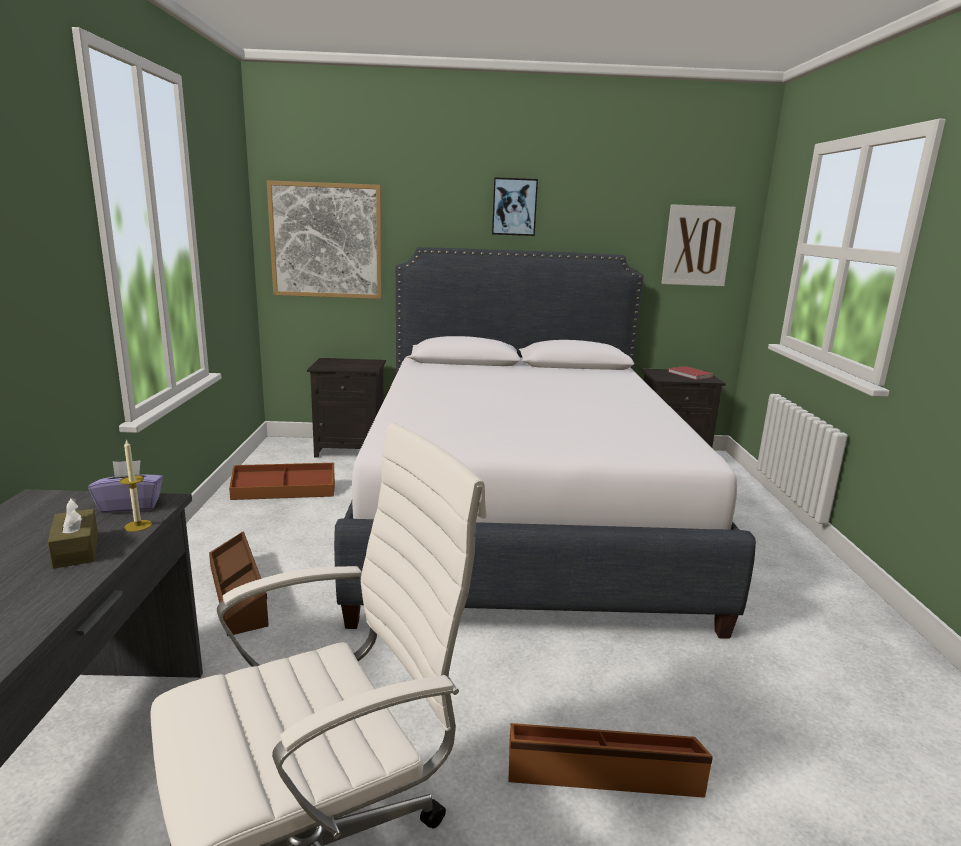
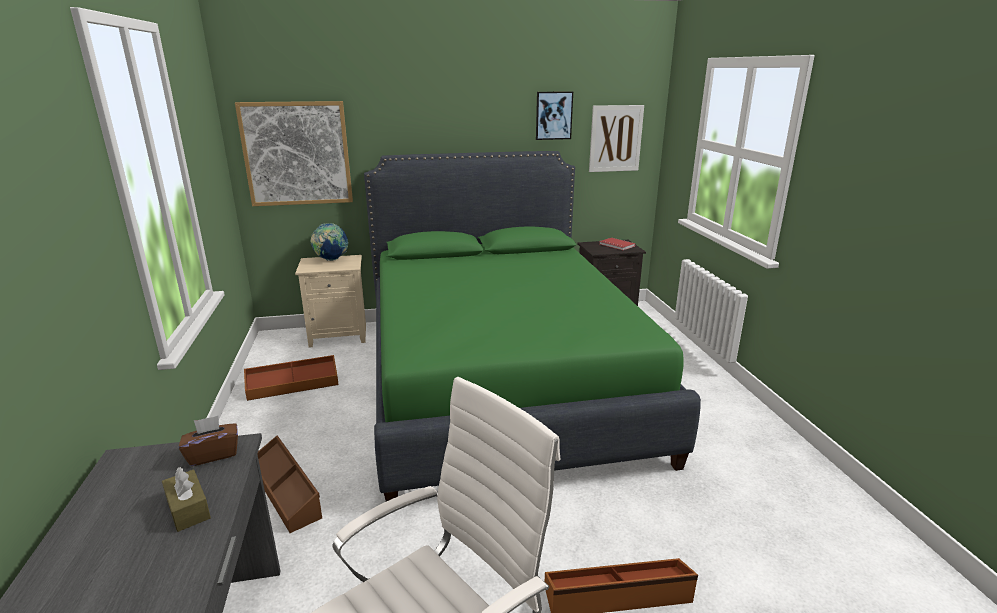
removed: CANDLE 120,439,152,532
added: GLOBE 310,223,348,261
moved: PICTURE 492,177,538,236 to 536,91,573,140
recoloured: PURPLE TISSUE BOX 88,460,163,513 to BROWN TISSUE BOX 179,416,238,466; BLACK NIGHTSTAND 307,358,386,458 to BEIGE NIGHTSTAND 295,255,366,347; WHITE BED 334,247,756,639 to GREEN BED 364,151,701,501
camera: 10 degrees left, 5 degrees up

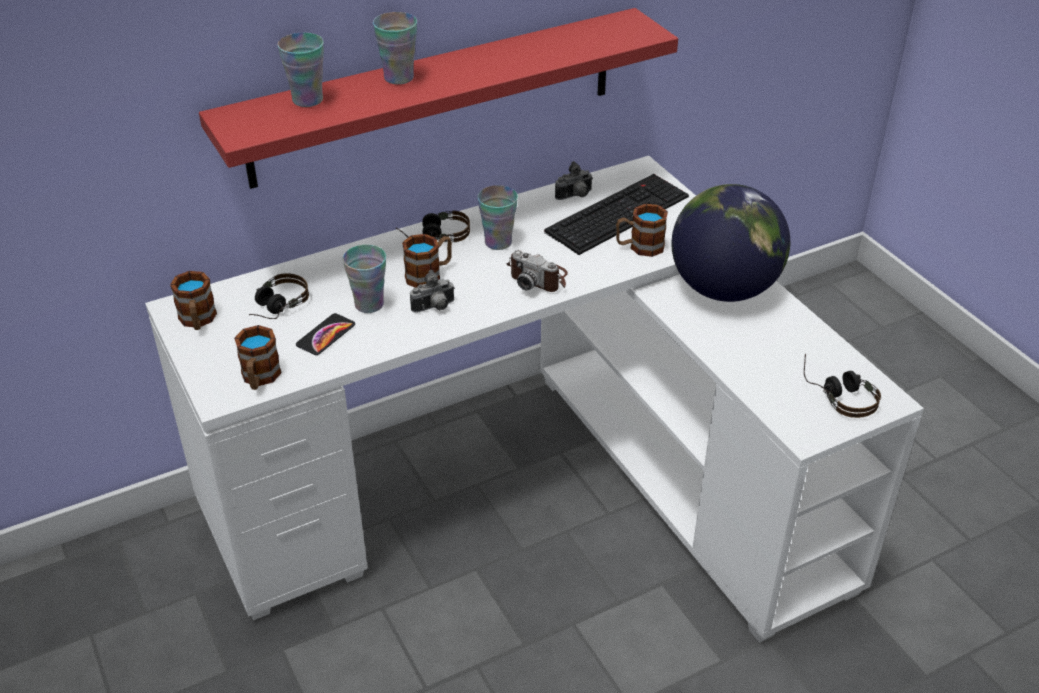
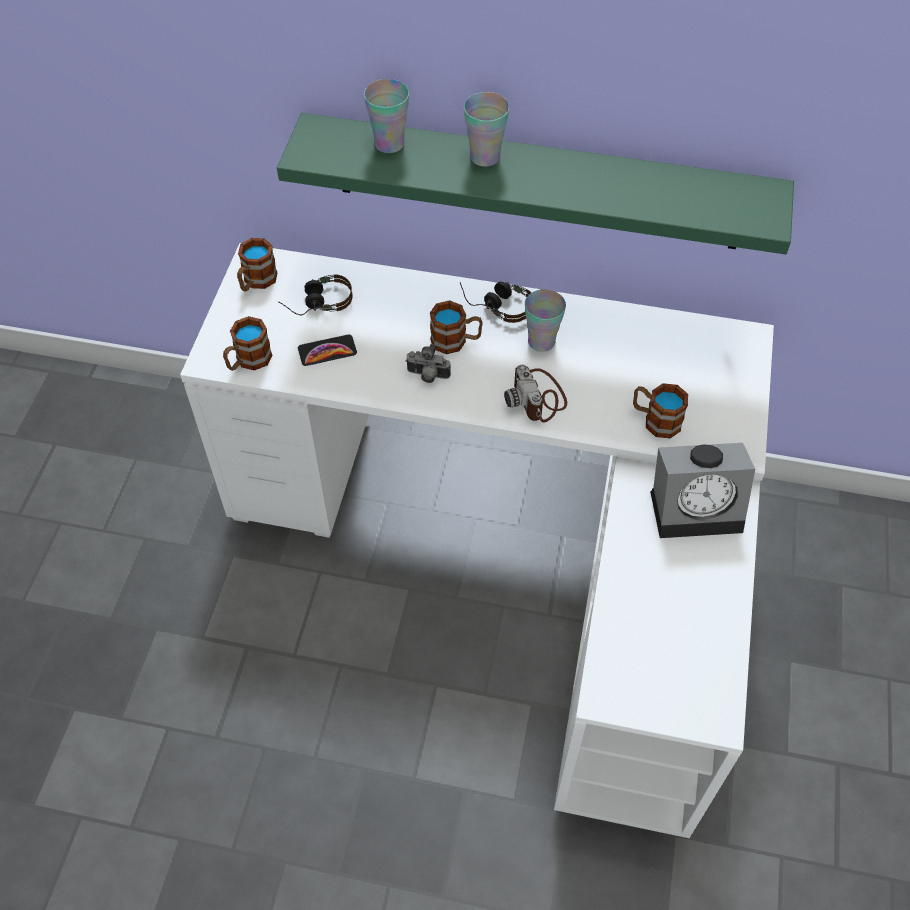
removed: CUP 343,245,386,313; KEYBOARD 544,174,689,255; PHOTO CAMERA 555,161,593,200; HEADPHONES 804,354,881,418
replaced: GLOBE 671,184,790,302 to ALARM CLOCK 650,443,755,538
recoloured: RED SHELF 199,8,678,189 to GREEN SHELF 277,113,794,254
camera: 40 degrees right, 15 degrees up

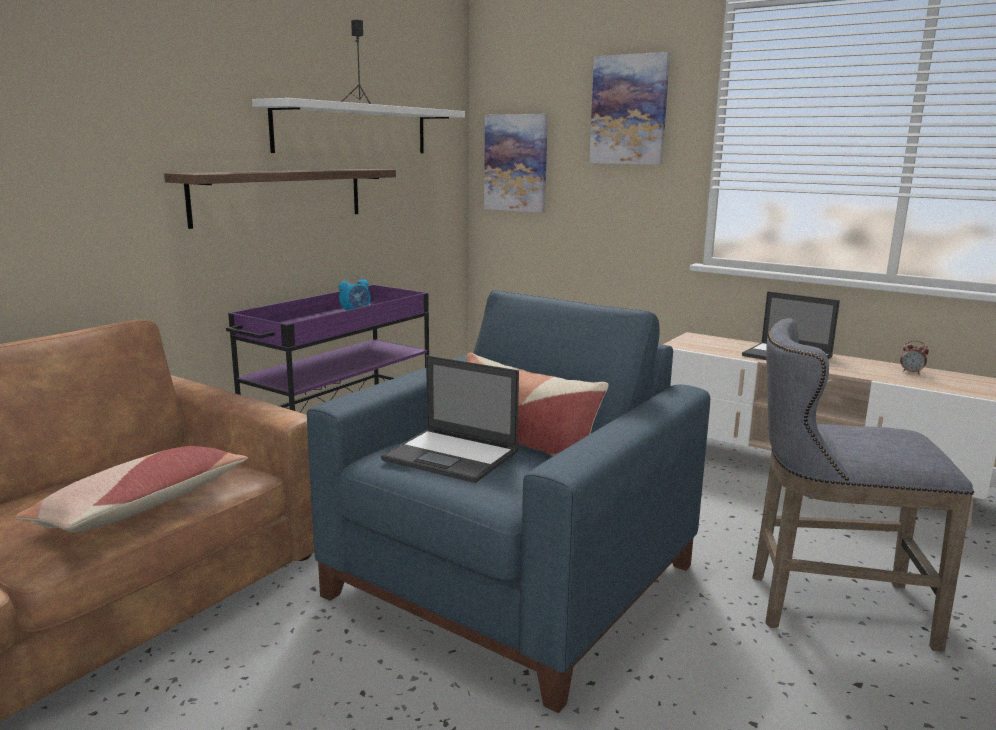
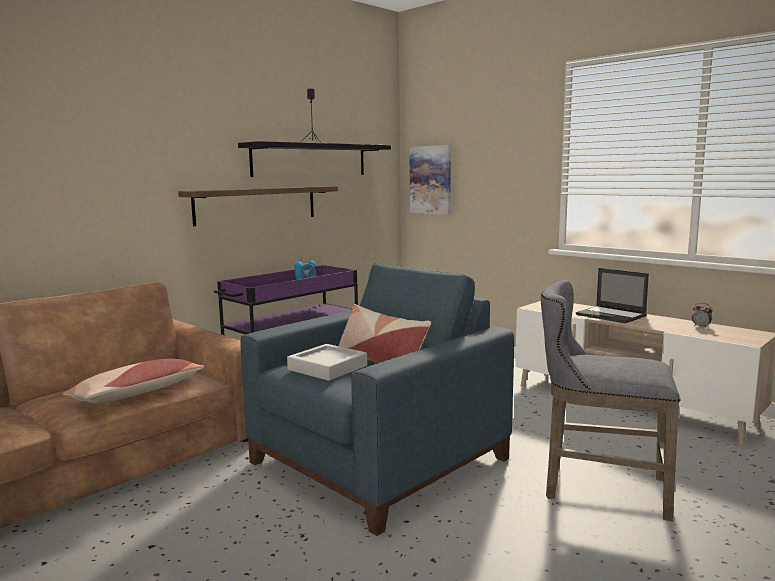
removed: PICTURE 589,52,670,165
replaced: LAPTOP 381,355,519,483 to GREY TRAY 287,344,367,381
recoloured: WHITE SHELF 252,98,465,153 to BLACK SHELF 238,141,391,177
camera: 10 degrees right, 5 degrees down

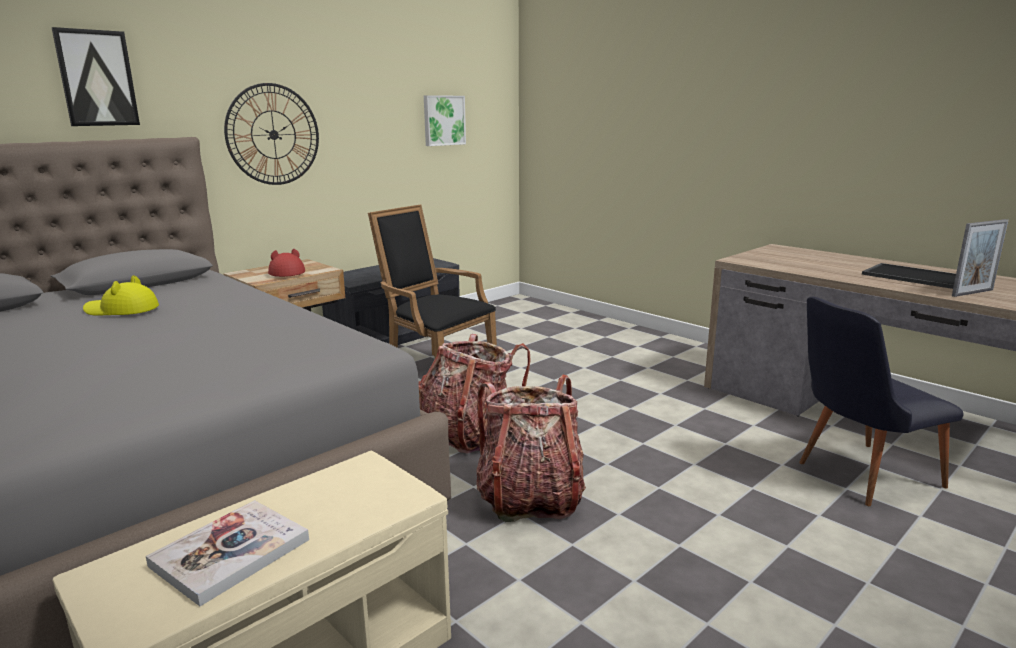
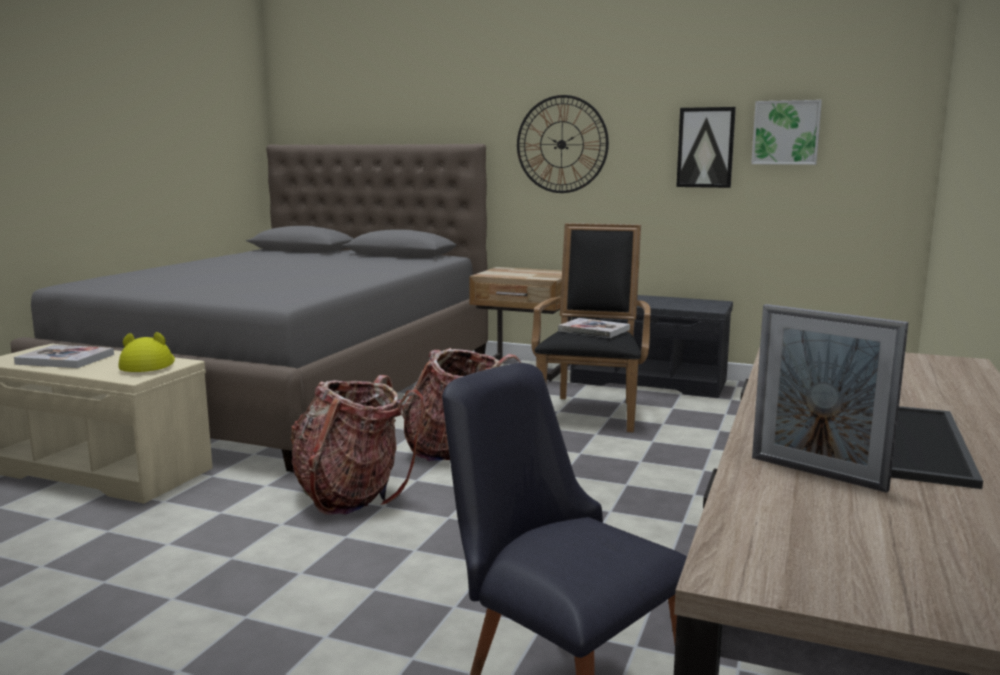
removed: RED HAT 268,249,305,277
added: BOOK 558,318,630,338
moved: PICTURE 52,27,140,126 to 676,107,736,188; YELLOW HAT 83,275,159,316 to 119,332,175,372
camera: 65 degrees right, 5 degrees down

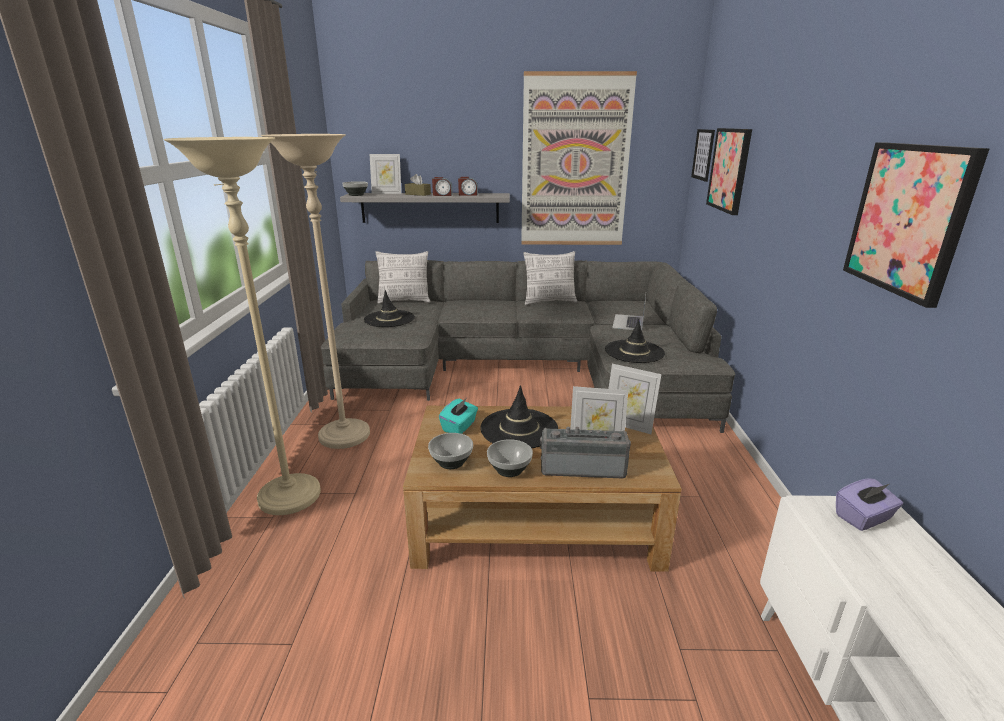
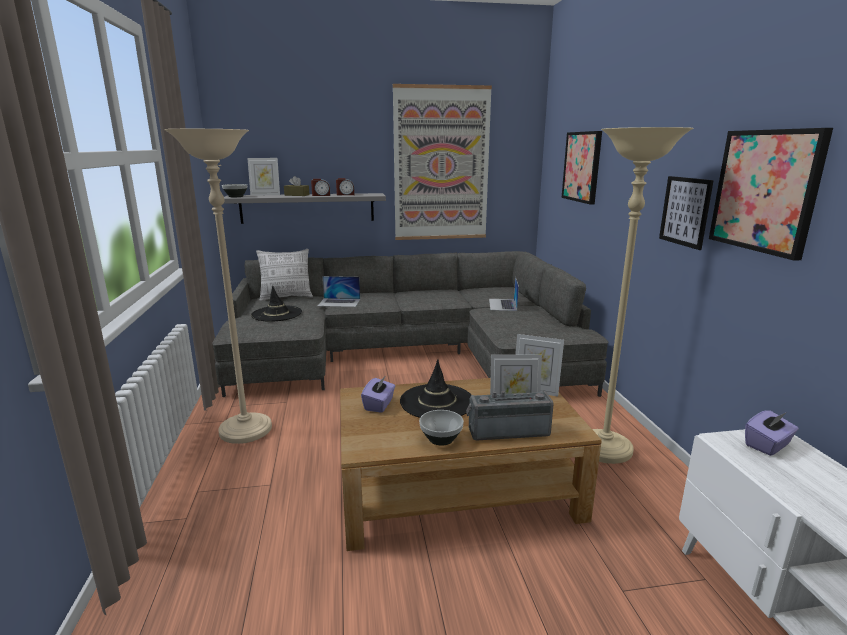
removed: BOWL 428,433,473,469; PILLOW 523,251,577,305; BLACK HAT 605,319,665,363
added: LAPTOP 318,276,360,307
moved: BEIGE FLOOR LAMP 164,137,321,515 to 592,127,693,464; PICTURE 691,129,715,182 to 659,176,714,250
recoloured: TURQUOISE TISSUE BOX 439,398,478,434 to PURPLE TISSUE BOX 361,377,395,413
camera: 10 degrees left, 5 degrees down

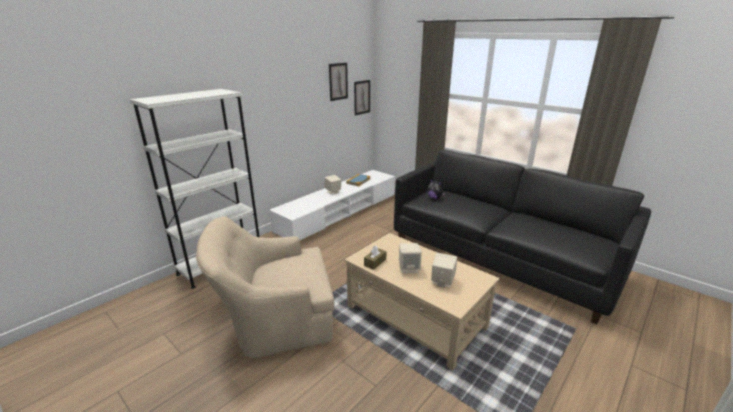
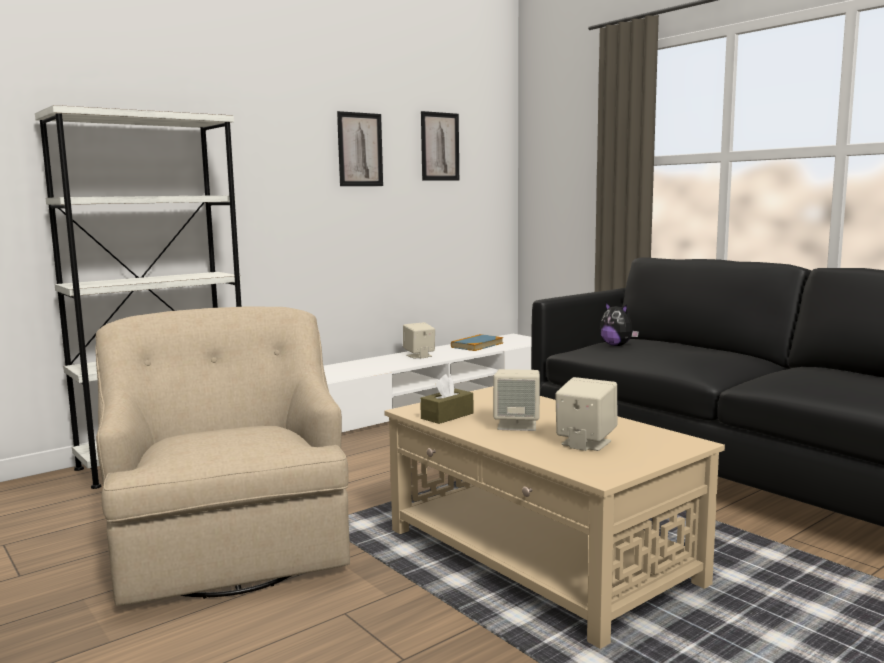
moved: PICTURE 354,80,370,116 to 337,111,383,186
turned: BEIGE ARMCHAIR 196,216,335,358 = 95,306,350,606 75 degrees clockwise
camera: 10 degrees right, 15 degrees down

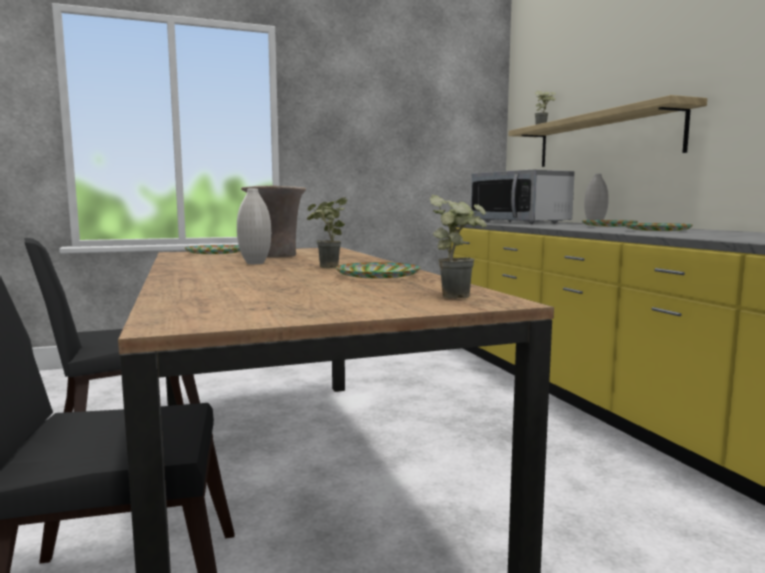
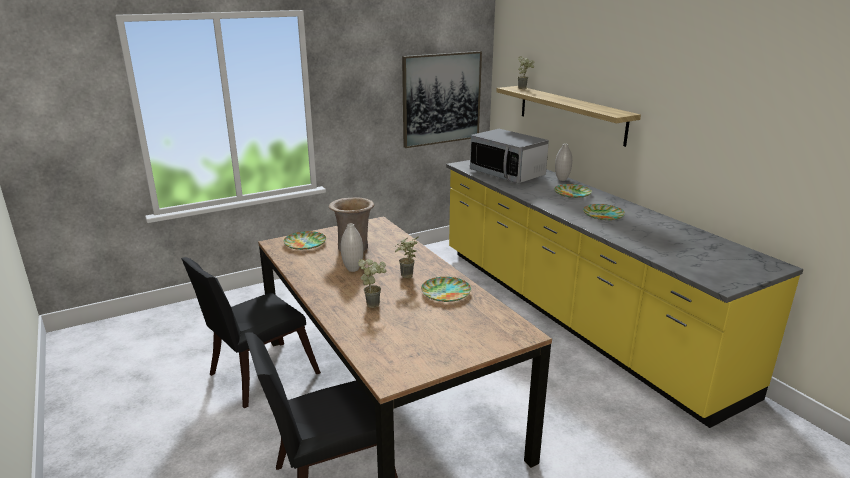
added: PICTURE 402,51,482,148
moved: POTTED PLANT 429,195,487,299 to 358,259,386,308
camera: 10 degrees left, 15 degrees up

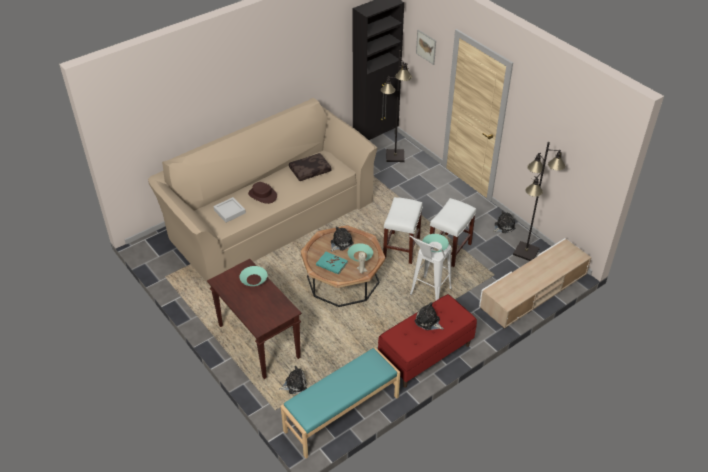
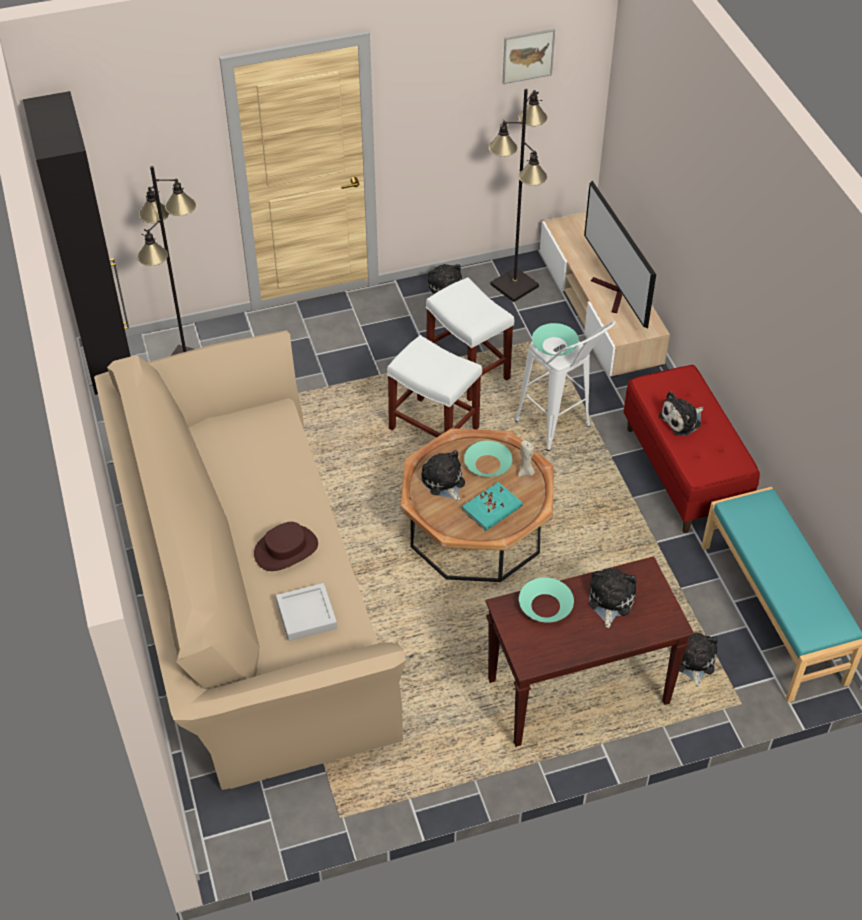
removed: BROWN PILLOW 289,153,332,181
added: TELEVISION 584,181,656,328; PLUSH TOY 589,568,637,628
moved: PICTURE 416,30,436,65 to 503,29,555,84
camera: 70 degrees left, 5 degrees up

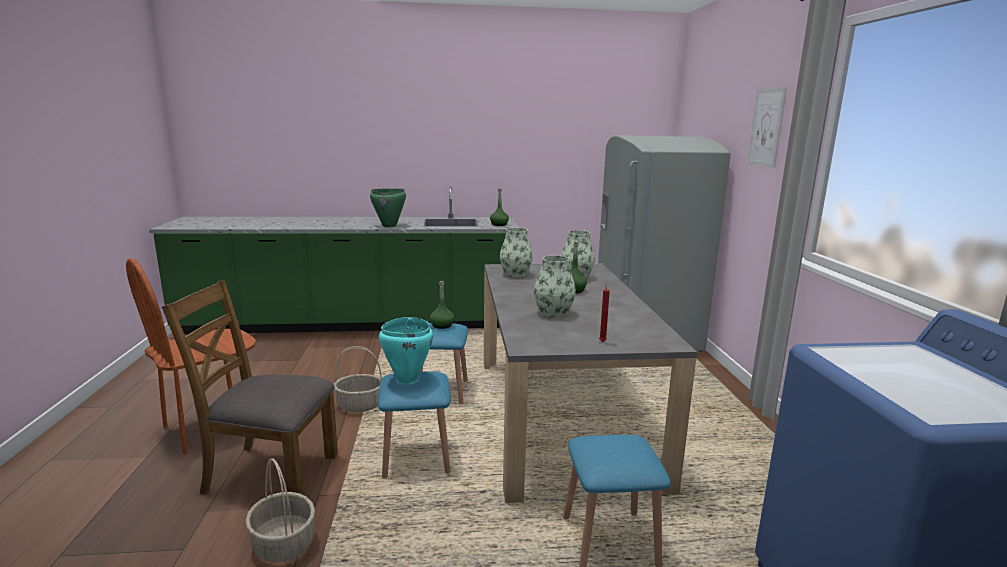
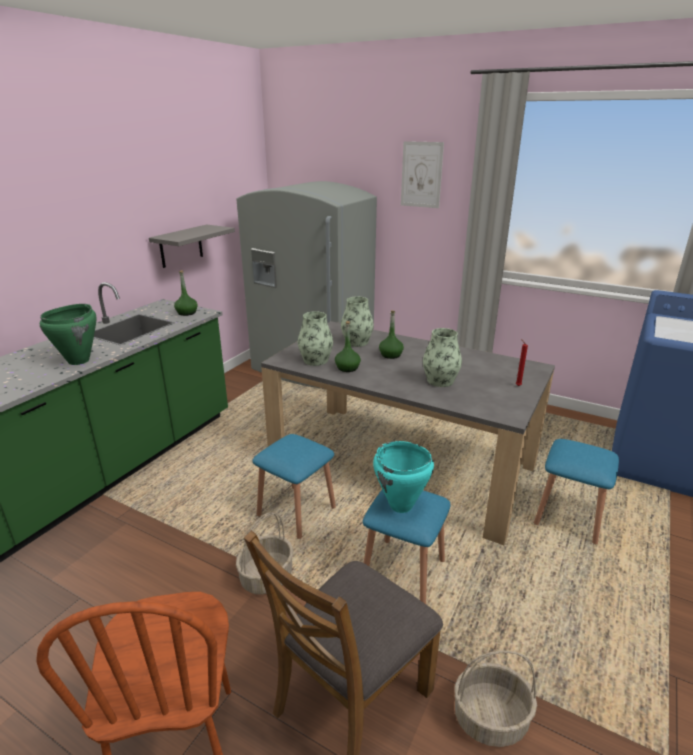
added: GREY SHELF 149,224,235,268
moved: GREEN BOTTLE 430,281,454,329 to 335,321,361,372
camera: 55 degrees left, 10 degrees up

